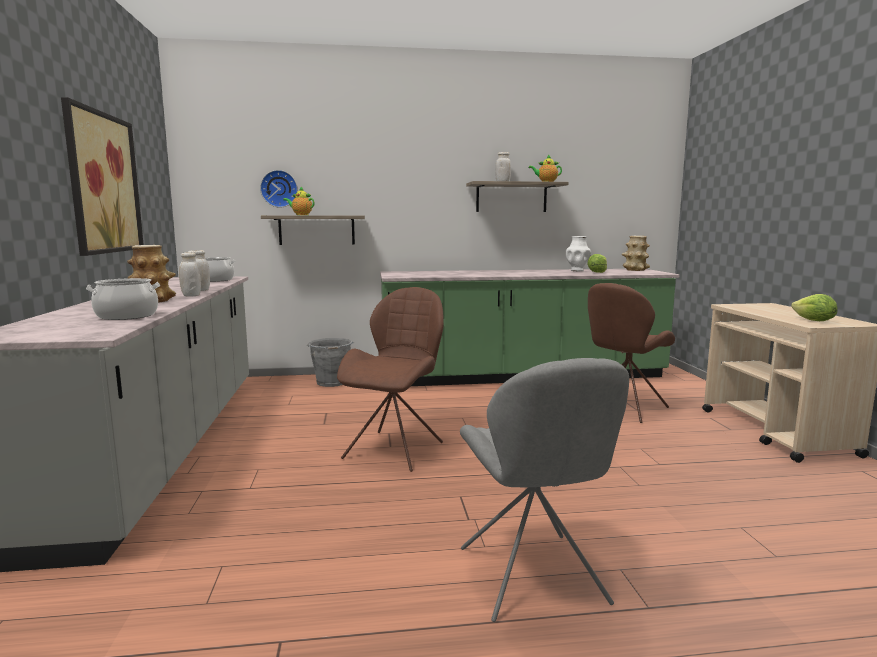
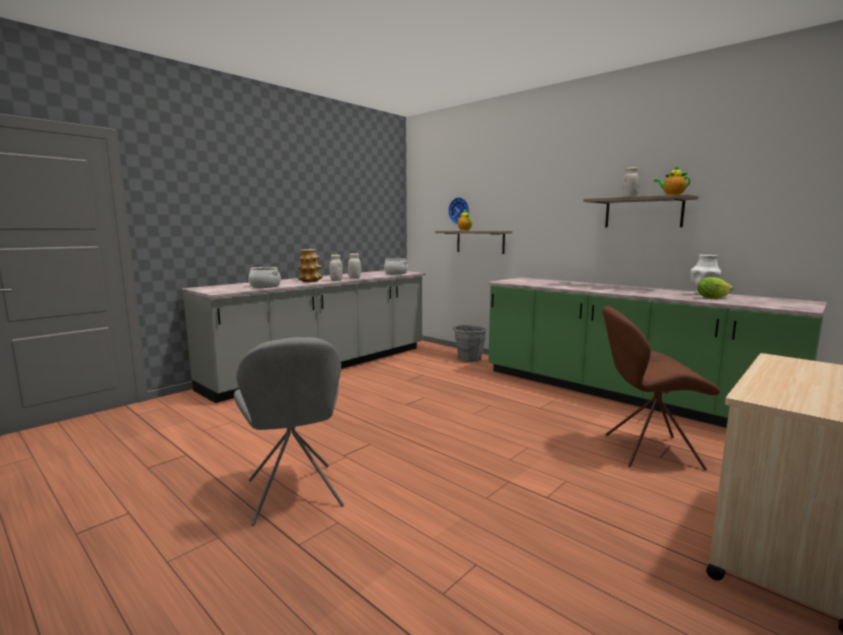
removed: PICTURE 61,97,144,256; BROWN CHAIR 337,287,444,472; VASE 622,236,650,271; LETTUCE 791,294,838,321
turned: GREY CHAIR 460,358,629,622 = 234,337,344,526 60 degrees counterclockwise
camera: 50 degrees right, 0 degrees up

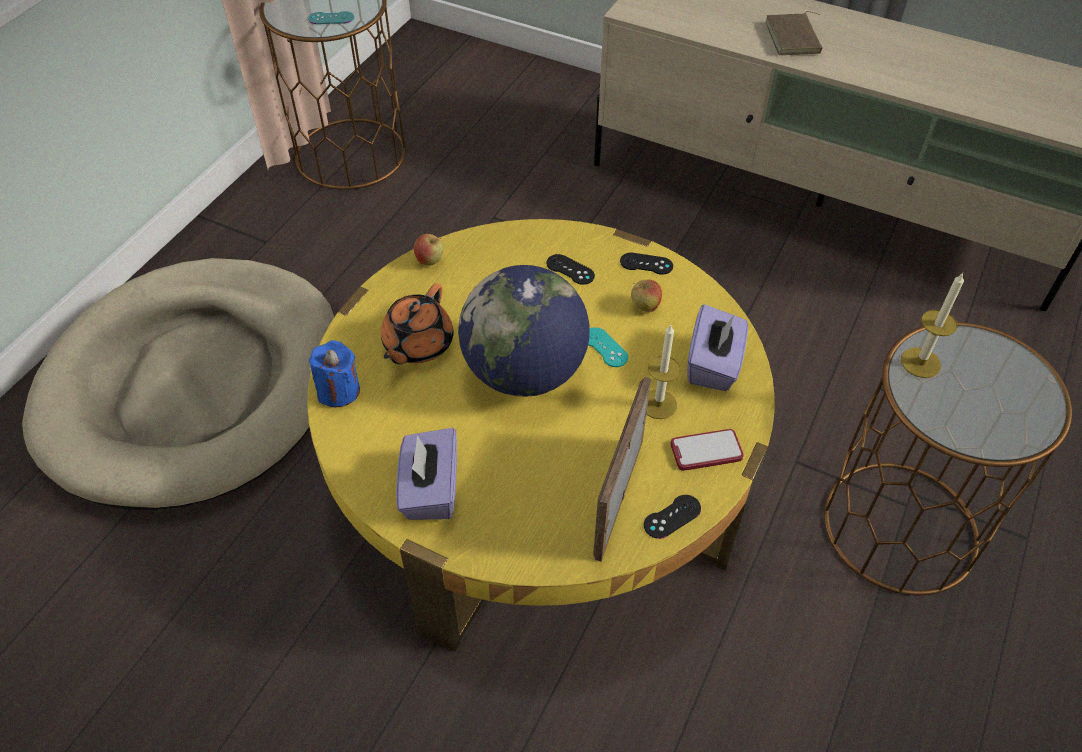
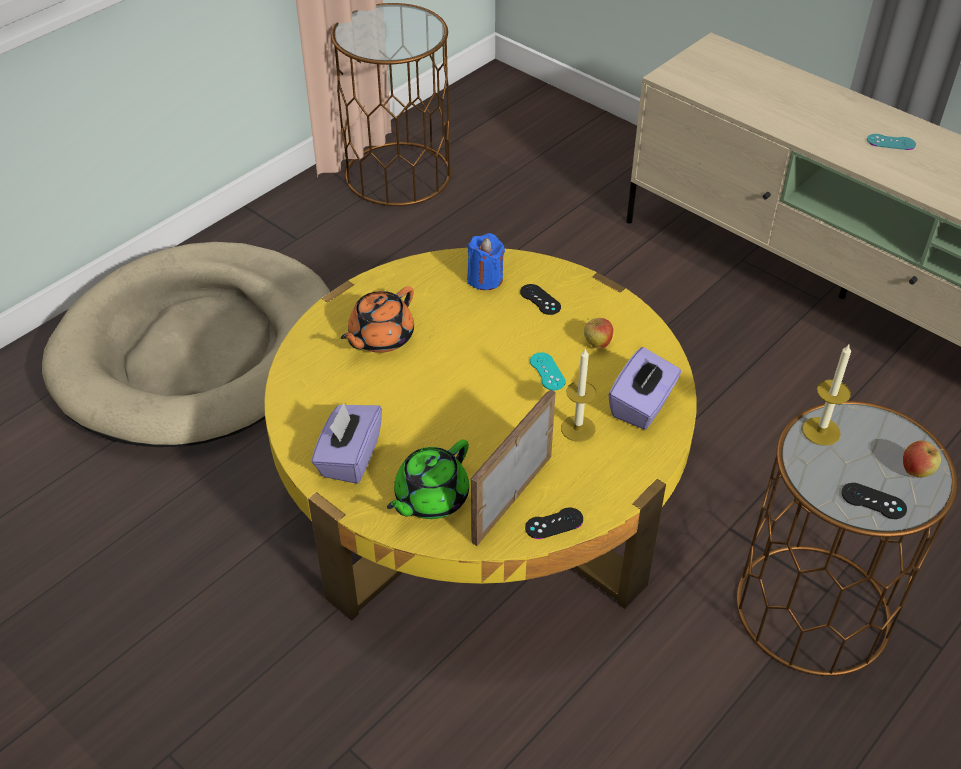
removed: GLOBE 458,265,590,397; PHONE 671,429,744,471; BROWN BOOK 765,11,823,55
added: GREEN TEAPOT 387,440,469,519
moved: TURQUOISE GAME CONTROLLER 308,11,354,24 to 867,134,916,150; BLUE CANDLE 309,340,360,407 to 467,233,505,290; APPLE 414,234,443,266 to 903,440,943,478; BLACK GAME CONTROLLER 620,253,673,275 to 841,483,907,519
camera: 15 degrees right, 5 degrees down

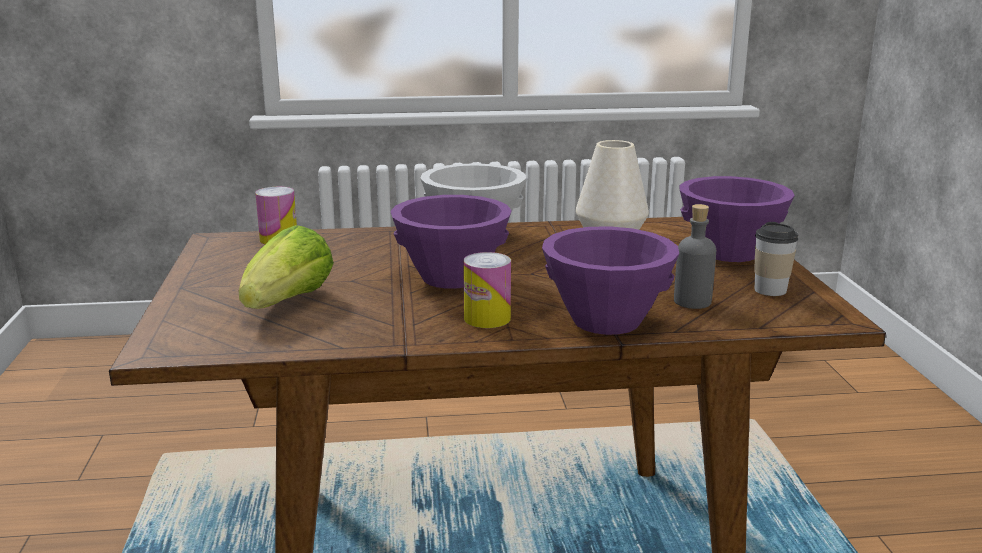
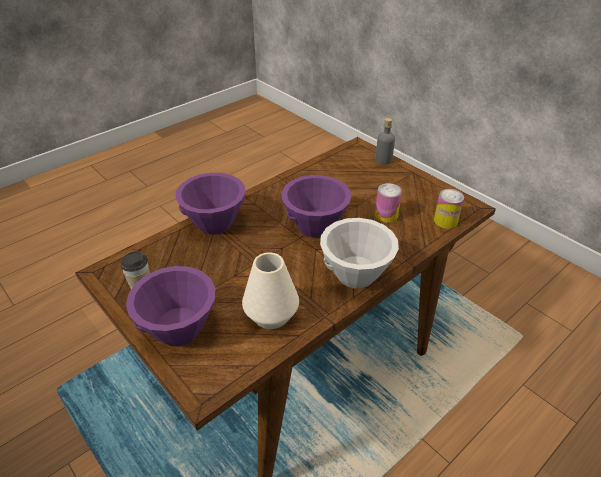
removed: LETTUCE 239,225,334,309
moved: CAN 463,252,511,328 to 375,183,402,223; GREY BOTTLE 674,204,716,309 to 375,118,395,165
camera: 145 degrees right, 20 degrees up

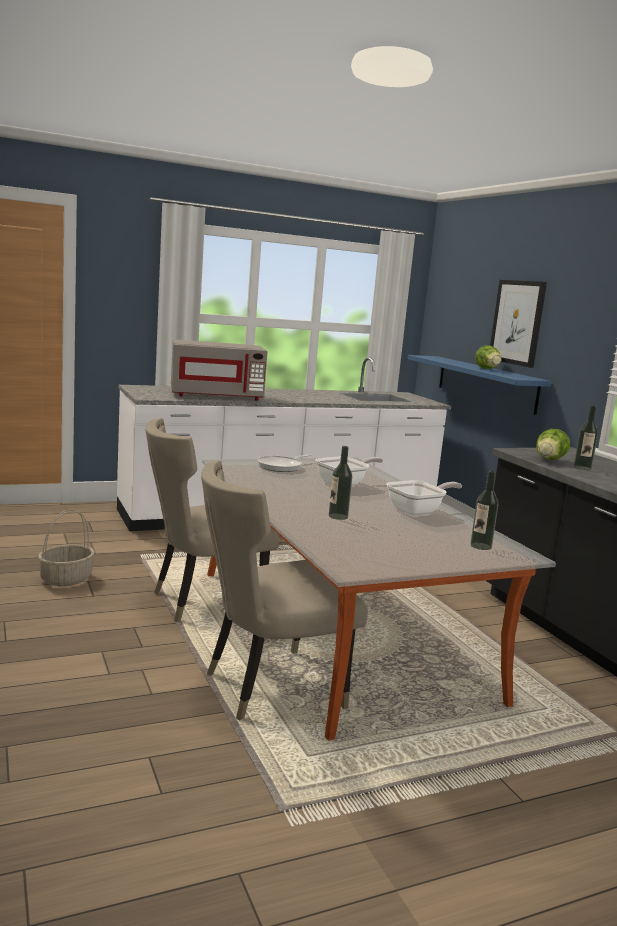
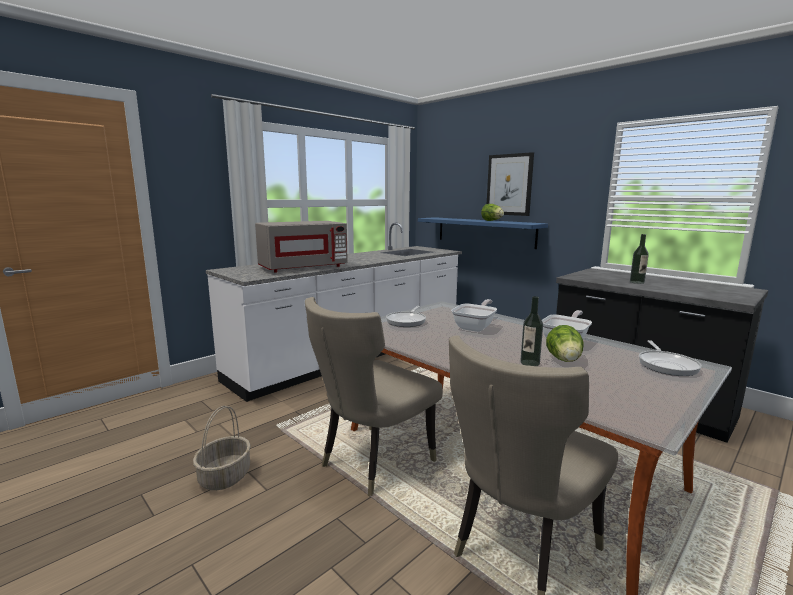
moved: LETTUCE 536,429,570,460 to 546,325,584,362
replaced: BOTTLE 470,471,499,550 to FRYING PAN 639,340,702,376
camera: 20 degrees left, 0 degrees up

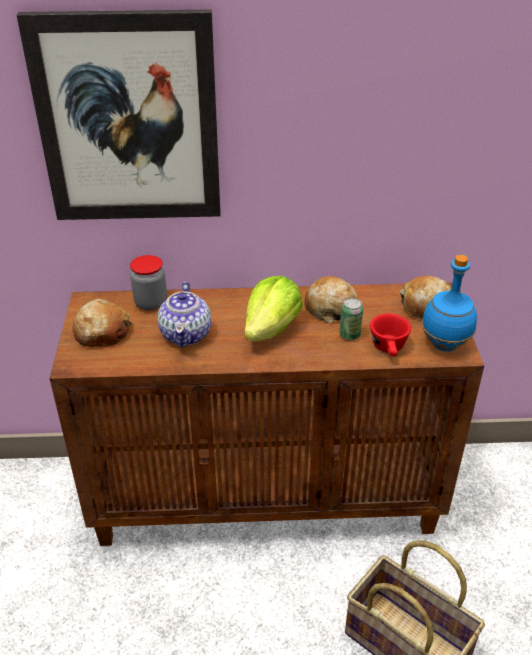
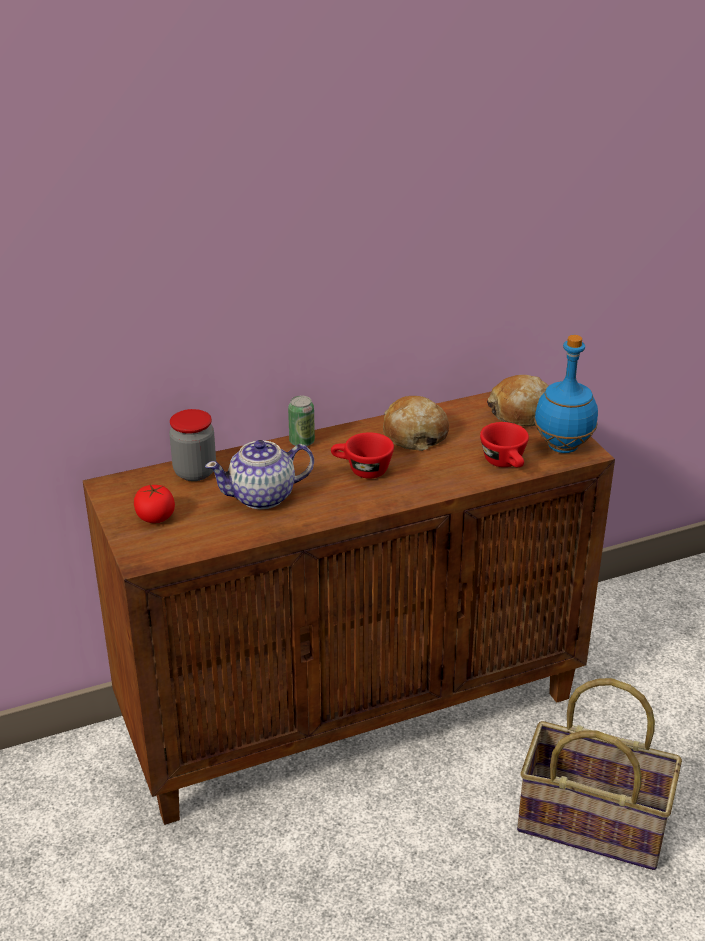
removed: PICTURE 17,10,221,220
moved: CAN 339,298,363,340 to 288,396,315,446
replaced: BREAD 72,299,132,347 to TOMATO 134,485,175,523; LETTUCE 244,276,303,341 to RED CUP 331,432,394,479
turned: TEAPOT 158,282,211,347 = 205,440,314,509 90 degrees clockwise
camera: 20 degrees left, 5 degrees down

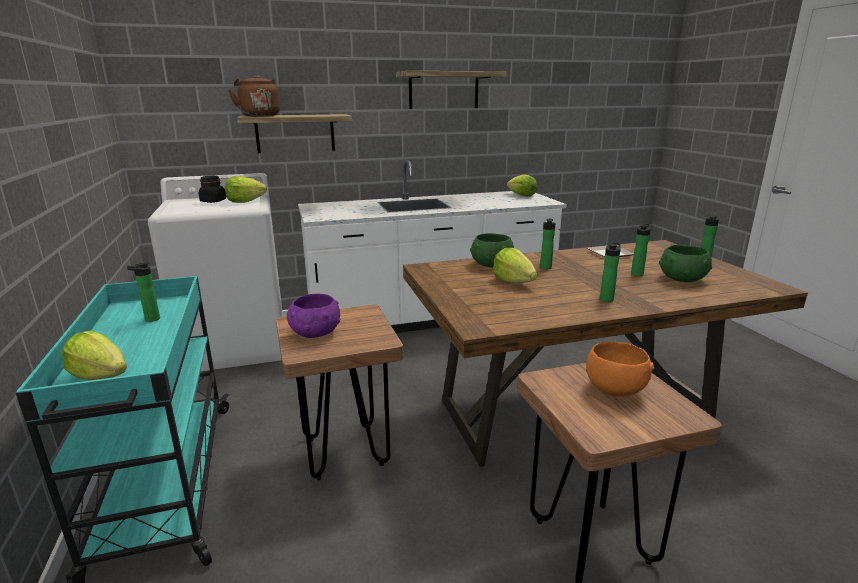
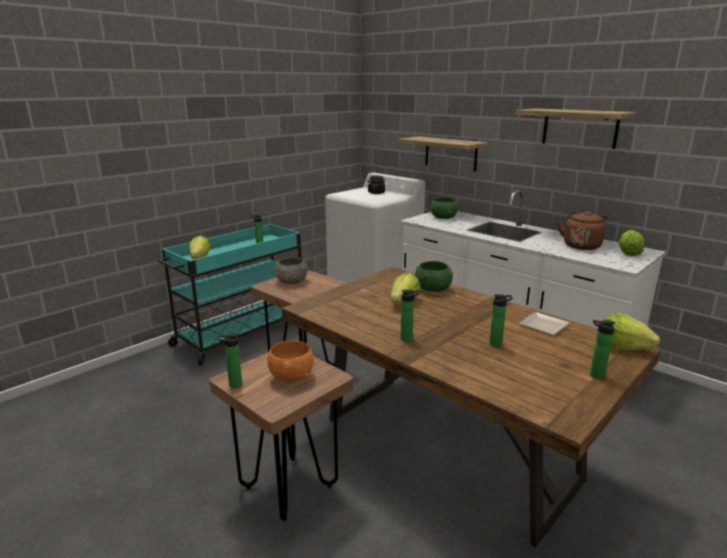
moved: LETTUCE 225,176,267,203 to 603,313,660,350; BROWN KETTLE 228,75,280,117 to 558,212,608,250; BOTTLE 540,218,555,269 to 218,333,242,388; GREEN BOWL 659,245,712,282 to 430,198,458,219
recoloured: PURPLE BOWL 287,294,340,338 to GREY BOWL 274,257,308,284
camera: 60 degrees right, 0 degrees up

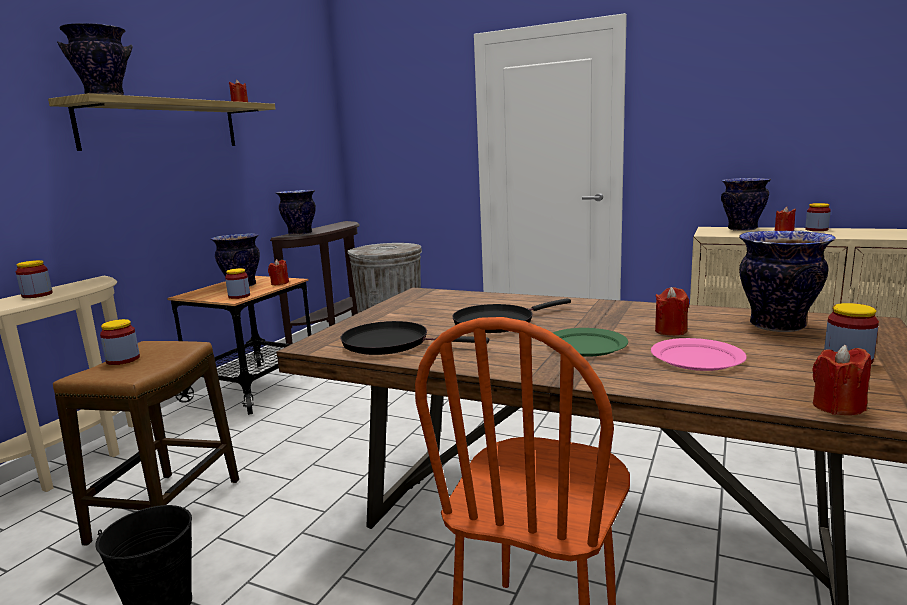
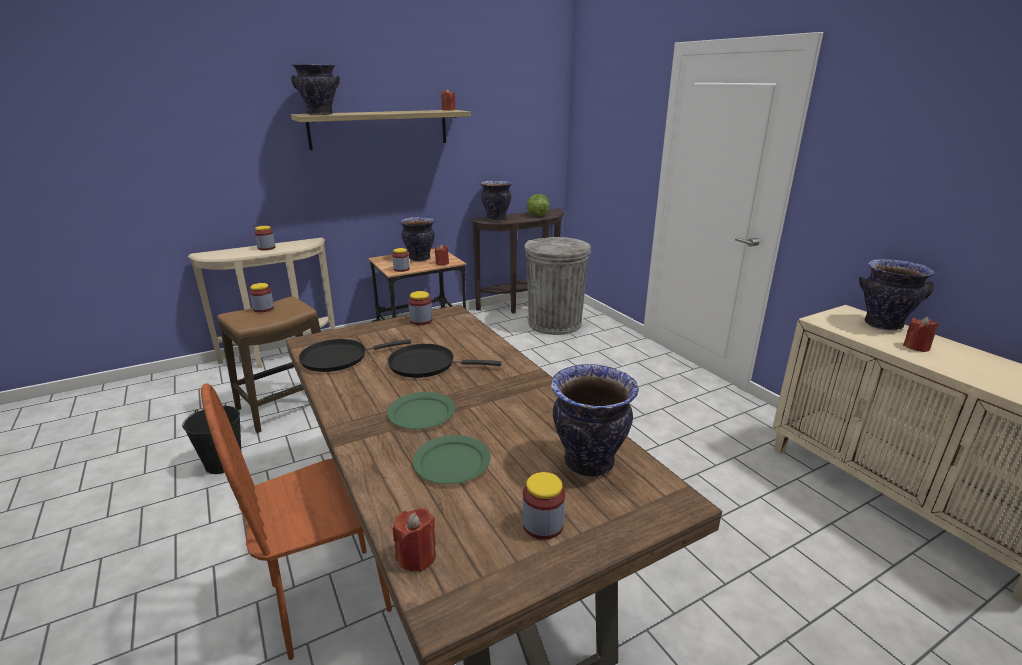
removed: RED CANDLE 655,287,689,335
added: LETTUCE 527,194,549,216
moved: JAR 805,203,831,231 to 408,291,433,325
recoloured: PINK PLATE 651,338,747,371 to GREEN PLATE 412,435,491,484
turned: BLACK FRYING PAN 340,321,489,355 = 299,339,411,372 75 degrees counterclockwise
camera: 35 degrees right, 10 degrees up

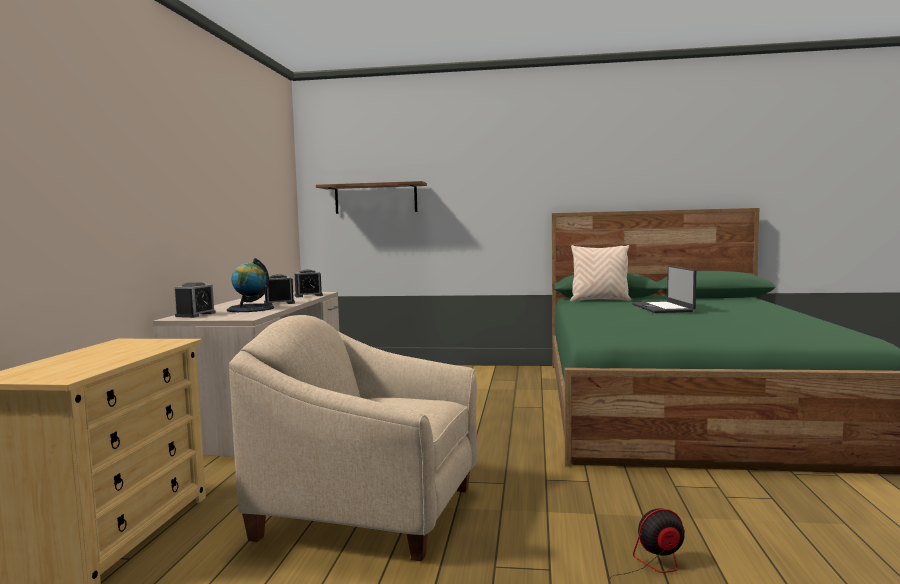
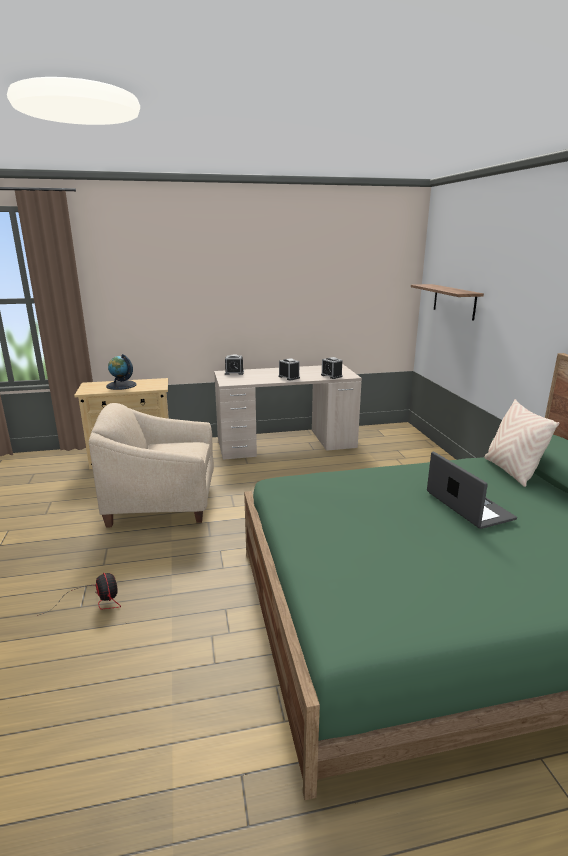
moved: GLOBE 227,258,274,312 to 106,354,137,390
turned: BEIGE ARMCHAIR 229,315,477,562 = 89,403,214,527 90 degrees counterclockwise; LAPTOP 632,266,696,313 = 427,451,517,529 90 degrees clockwise
camera: 70 degrees right, 15 degrees up

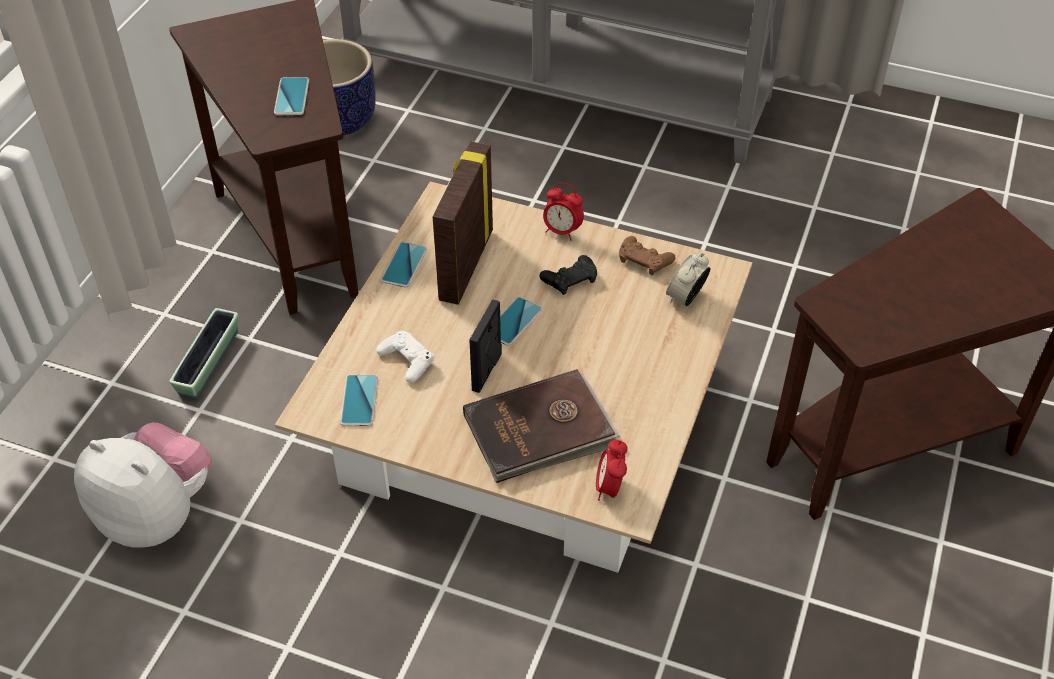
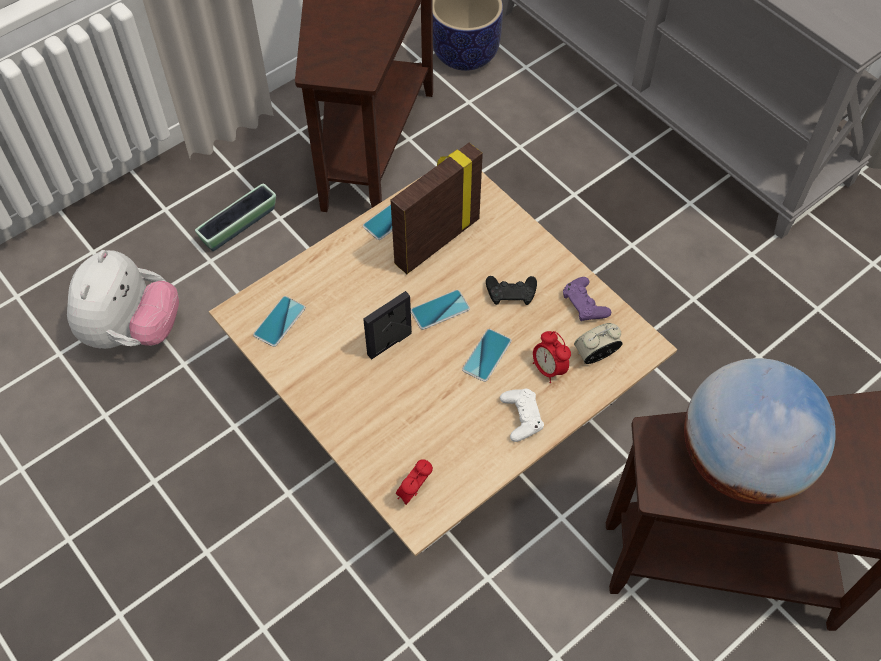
removed: BROWN BOOK 463,369,620,483
added: GLOBE 684,358,836,504
moved: PHONE 274,77,309,115 to 462,329,512,382; WHITE GAME CONTROLLER 376,331,434,383 to 500,389,544,442; ALARM CLOCK 543,183,584,241 to 533,331,571,383
recoloured: BROWN GAME CONTROLLER 619,236,676,275 to PURPLE GAME CONTROLLER 563,277,611,321
turned: PLUSH TOY 74,422,212,548 = 67,250,179,349 45 degrees clockwise
camera: 30 degrees right, 10 degrees up

